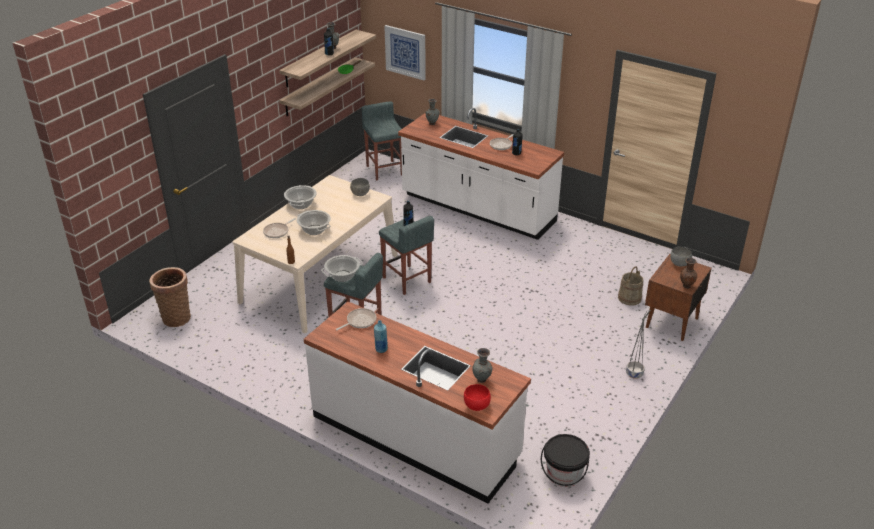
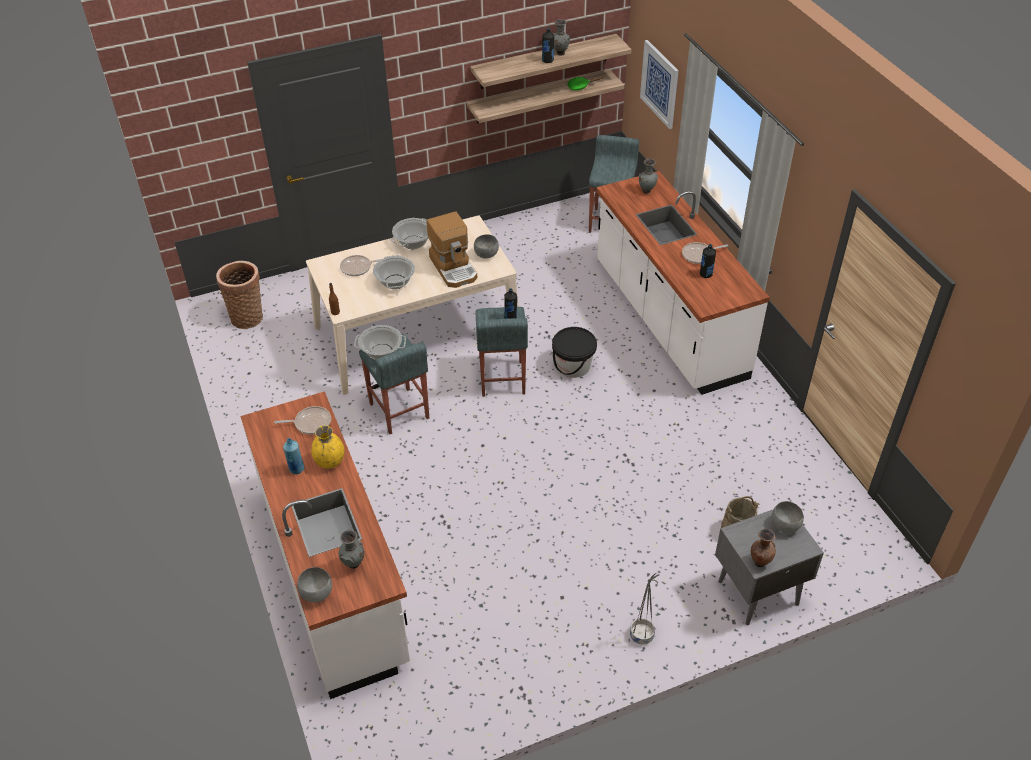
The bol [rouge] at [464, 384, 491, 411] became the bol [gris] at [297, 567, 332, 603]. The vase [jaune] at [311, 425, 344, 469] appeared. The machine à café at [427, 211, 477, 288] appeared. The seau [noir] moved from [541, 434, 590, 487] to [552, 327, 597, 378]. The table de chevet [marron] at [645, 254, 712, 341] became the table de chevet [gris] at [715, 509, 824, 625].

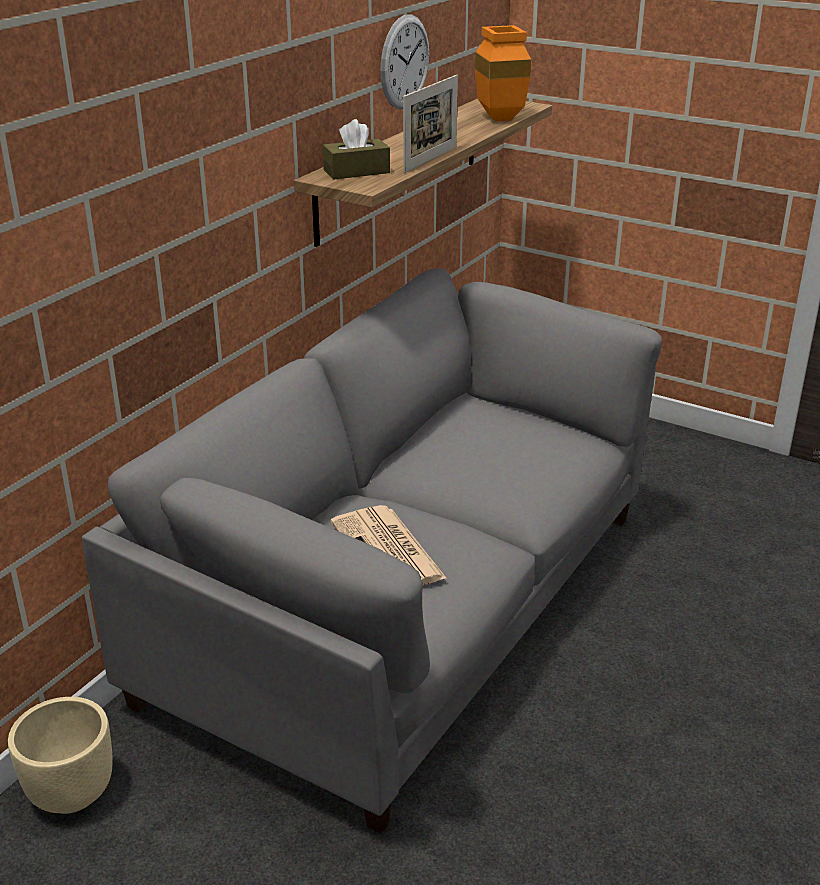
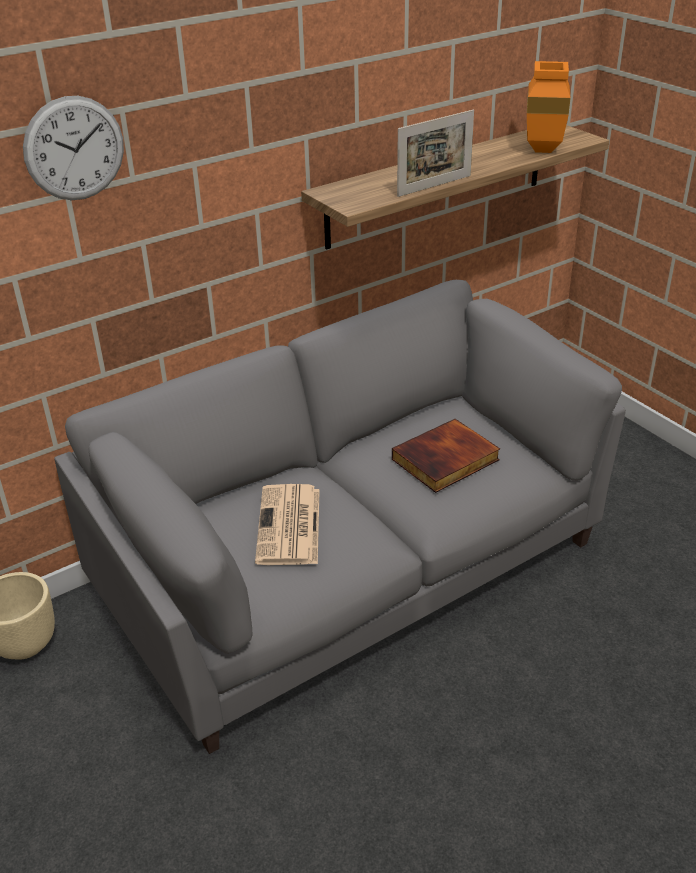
The horloge murale moved from [380, 14, 429, 109] to [23, 96, 124, 200]. The livre at [392, 419, 500, 493] appeared. The boîte à mouchoirs [marron] at [323, 119, 390, 180] disappeared.

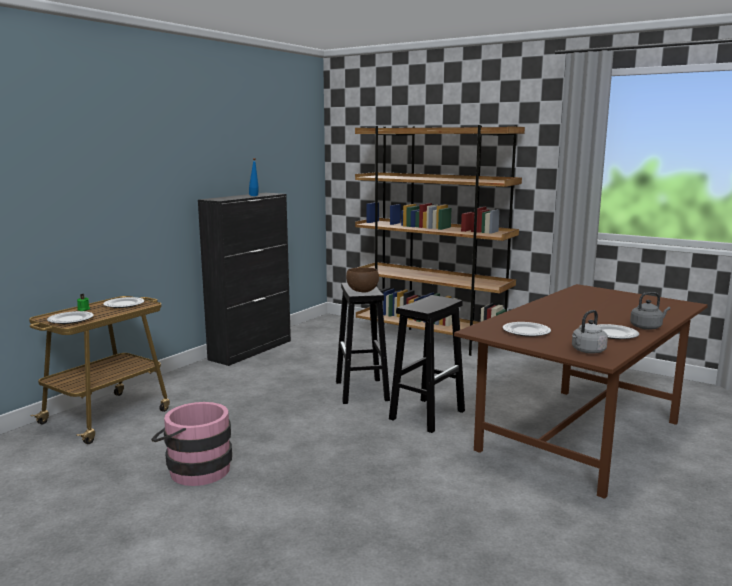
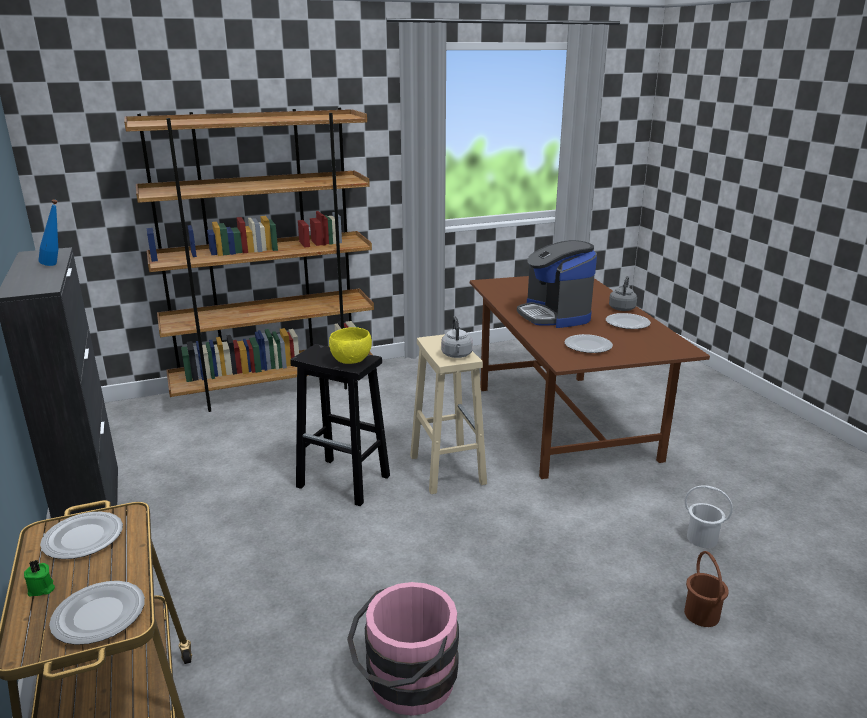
The bol [marron] at [346, 268, 379, 292] became the bol [jaune] at [329, 327, 372, 364]. The tabouret [noir] at [389, 295, 465, 433] became the tabouret [beige] at [410, 334, 487, 494]. The bouilloire [gris] moved from [572, 310, 608, 354] to [441, 316, 473, 358]. The machine à café at [517, 240, 597, 328] appeared. The seau [marron] at [684, 551, 729, 627] appeared. The seau [blanc] at [685, 485, 733, 548] appeared.

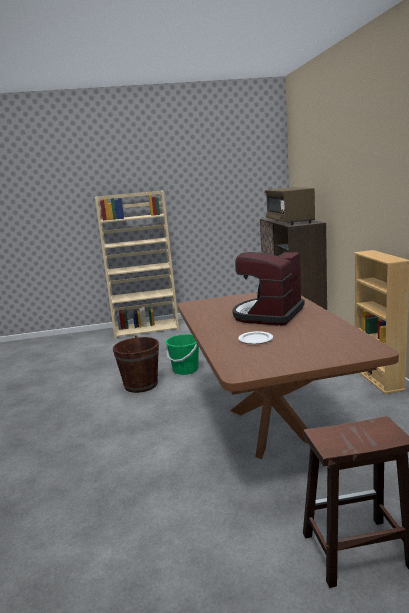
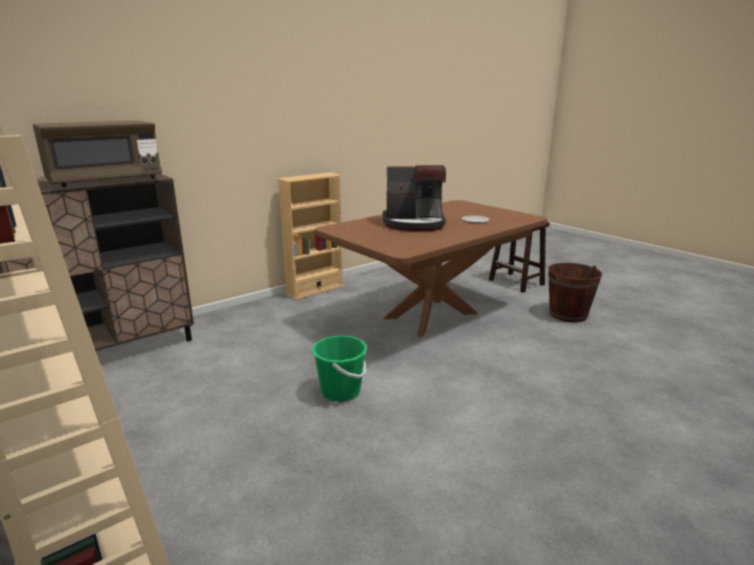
The seau [marron] moved from [113, 336, 159, 393] to [548, 263, 602, 322].

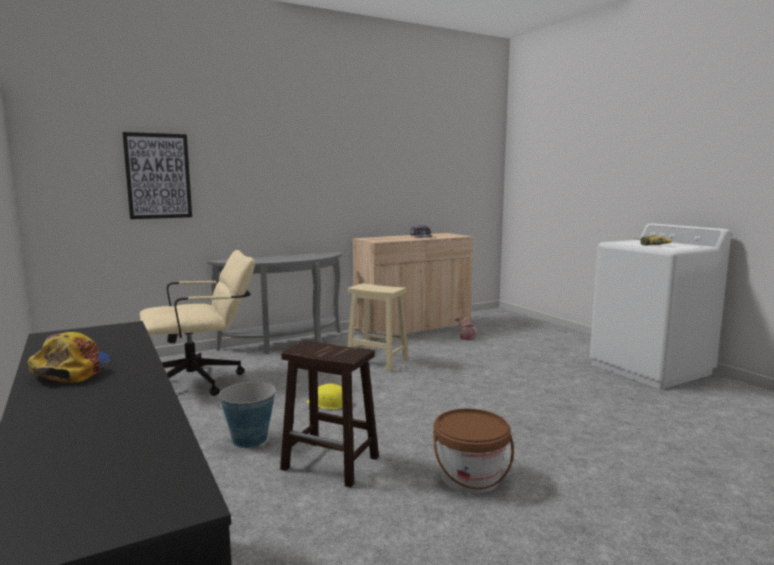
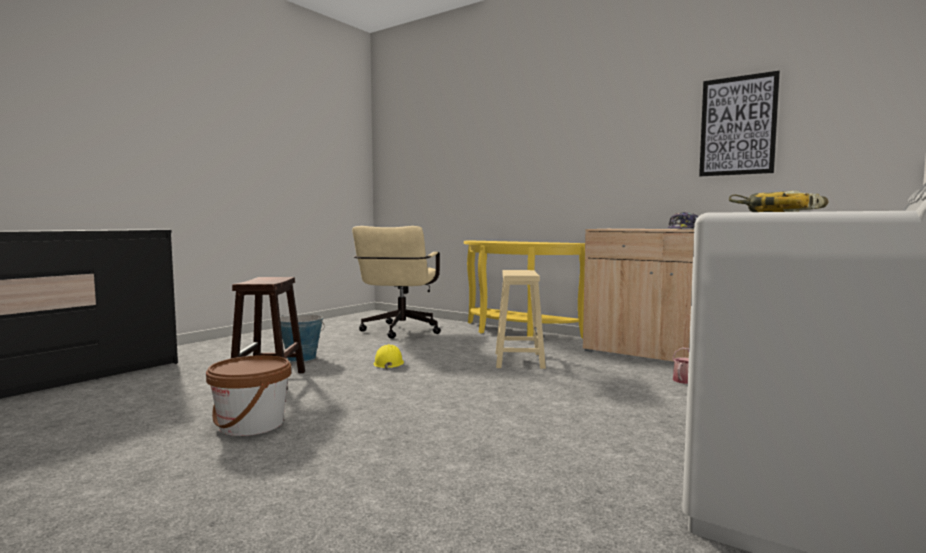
The chaise de bureau [beige] at [140, 250, 255, 396] turned 60 degrees clockwise. The table console [gris] at [207, 252, 342, 355] became the table console [jaune] at [464, 240, 585, 338]. The tableau moved from [122, 132, 192, 219] to [699, 71, 780, 176]. The casquette at [28, 332, 111, 383] disappeared.

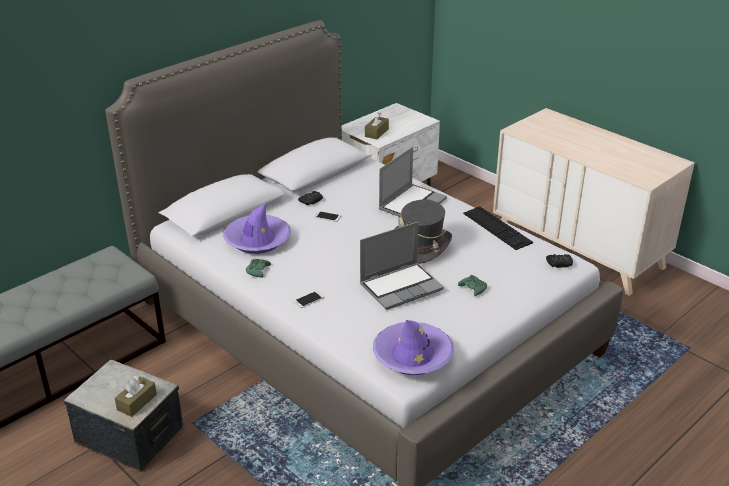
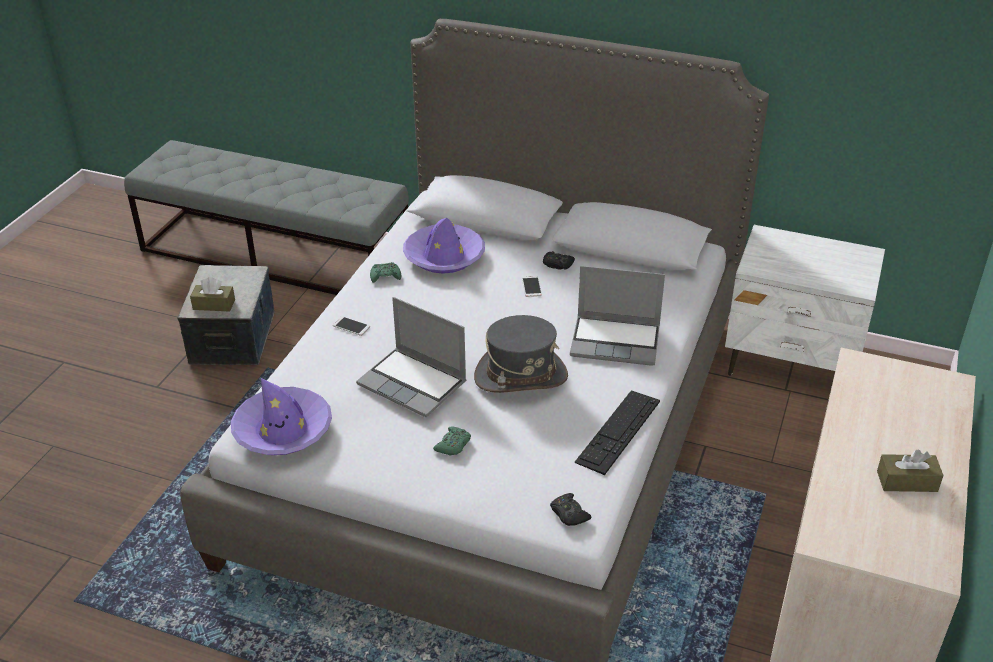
The boîte à mouchoirs [marron] moved from [365, 112, 389, 139] to [877, 449, 944, 492].

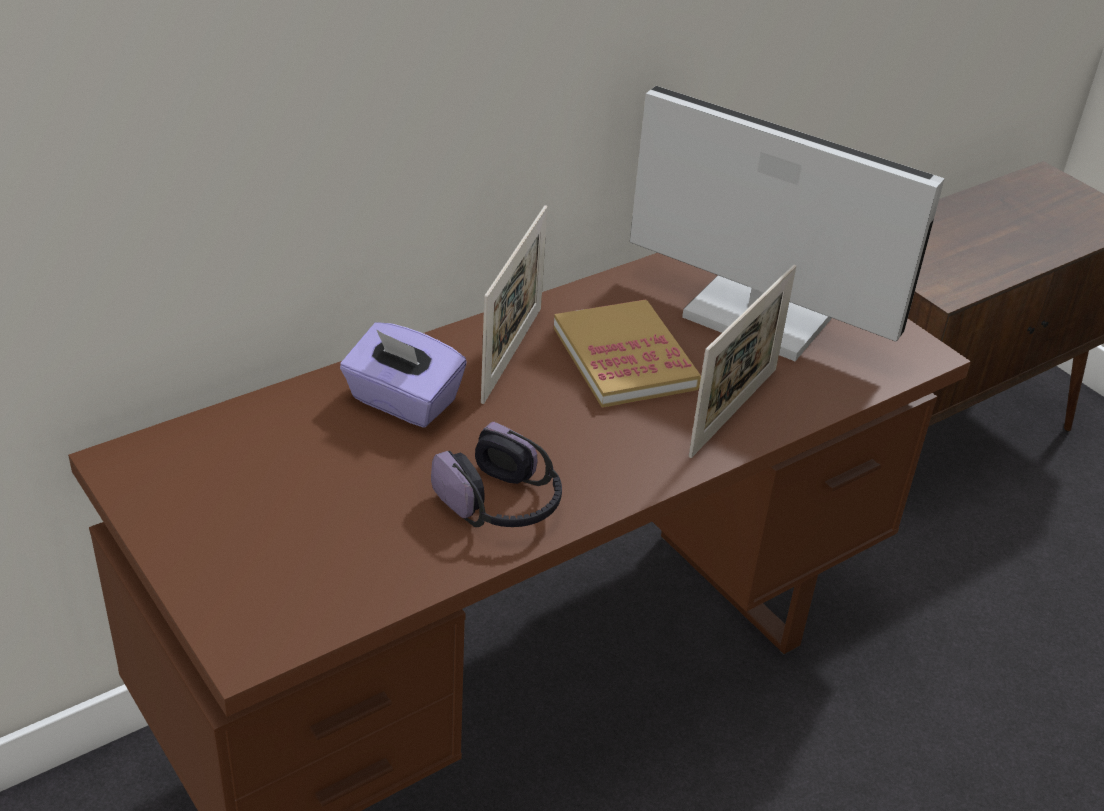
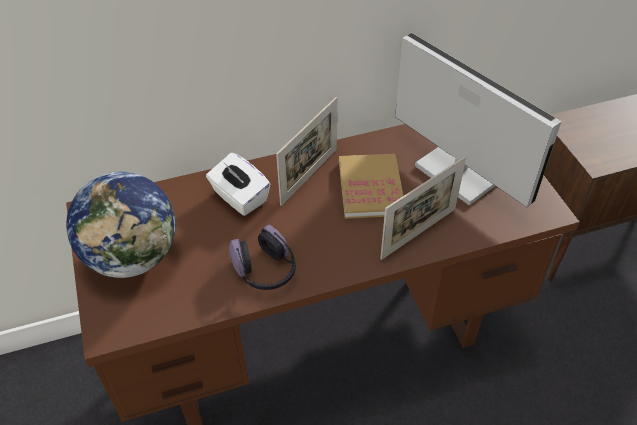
The globe at [66, 172, 176, 278] appeared. The boîte à mouchoirs [violet] at [340, 322, 467, 427] became the boîte à mouchoirs [blanc] at [206, 153, 270, 216].

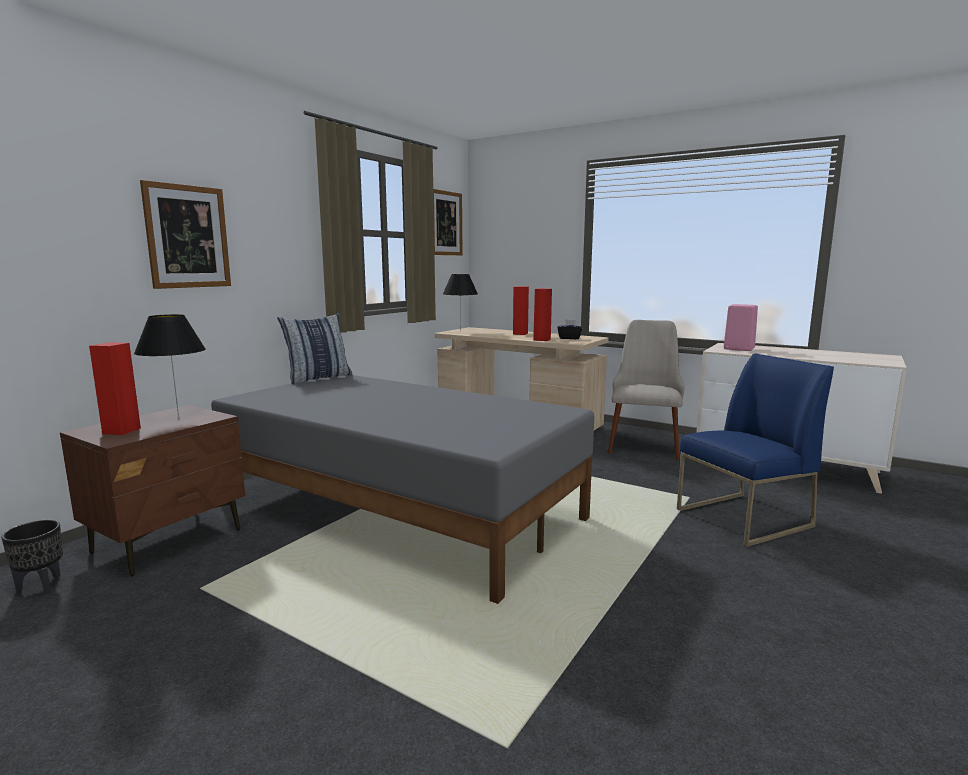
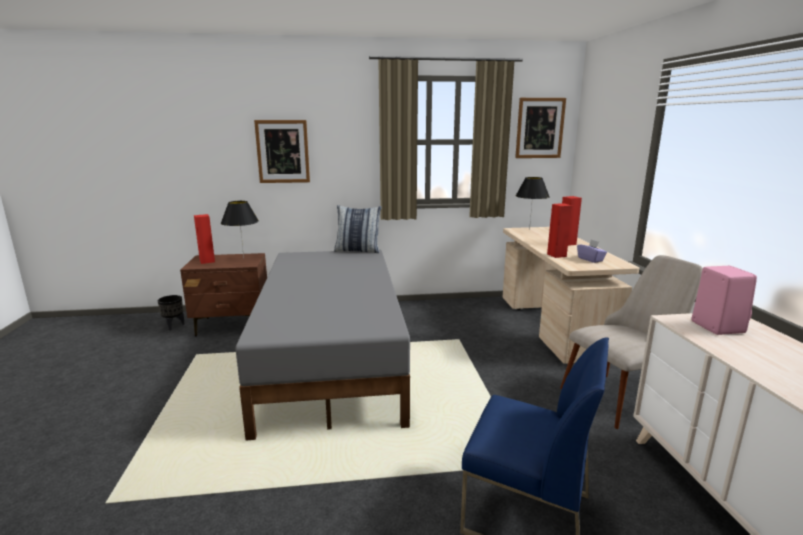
The boîte à mouchoirs [noir] at [557, 320, 582, 339] became the boîte à mouchoirs [violet] at [577, 239, 607, 263].

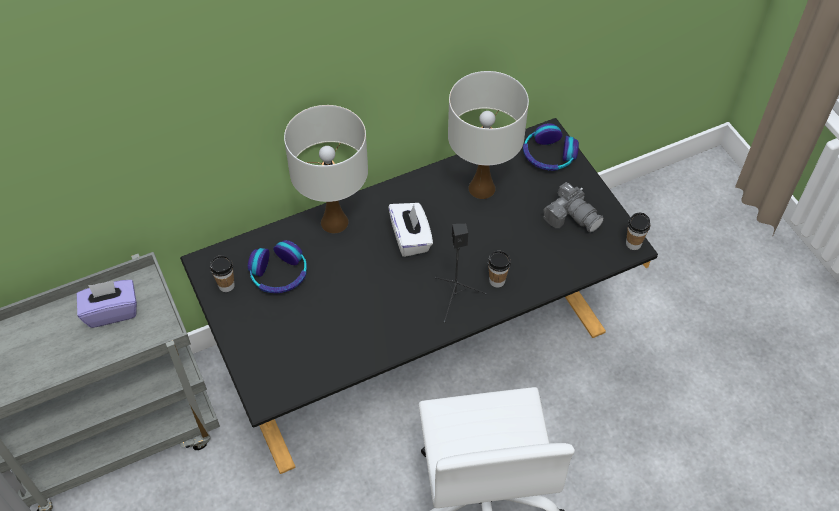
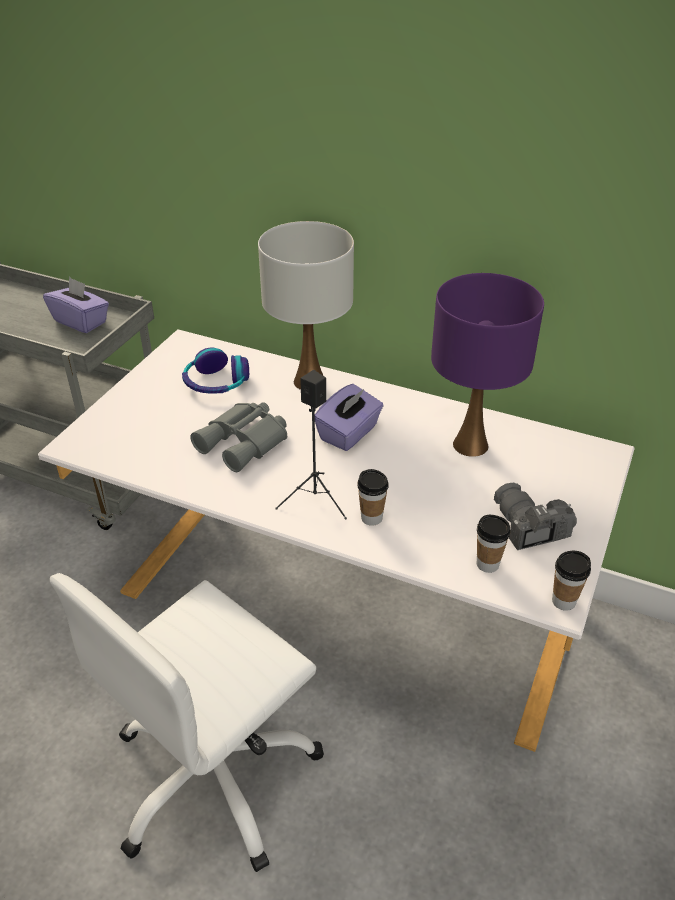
The bureau [noir] at [180, 118, 658, 474] became the bureau [blanc] at [38, 329, 635, 752]. The jumelles [gris] at [190, 402, 287, 472] appeared. The boîte à mouchoirs [blanc] at [388, 203, 433, 257] became the boîte à mouchoirs [violet] at [315, 384, 384, 451]. The lampe de table [blanc] at [448, 71, 529, 199] became the lampe de table [violet] at [431, 273, 544, 457]. The tasse moved from [210, 255, 235, 292] to [477, 515, 511, 573]. The appareil photo at [543, 182, 604, 233] turned 150 degrees clockwise. The casque audio at [523, 123, 579, 171] disappeared.

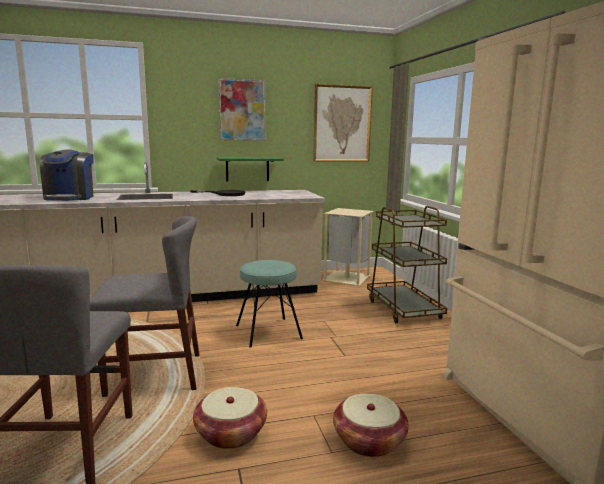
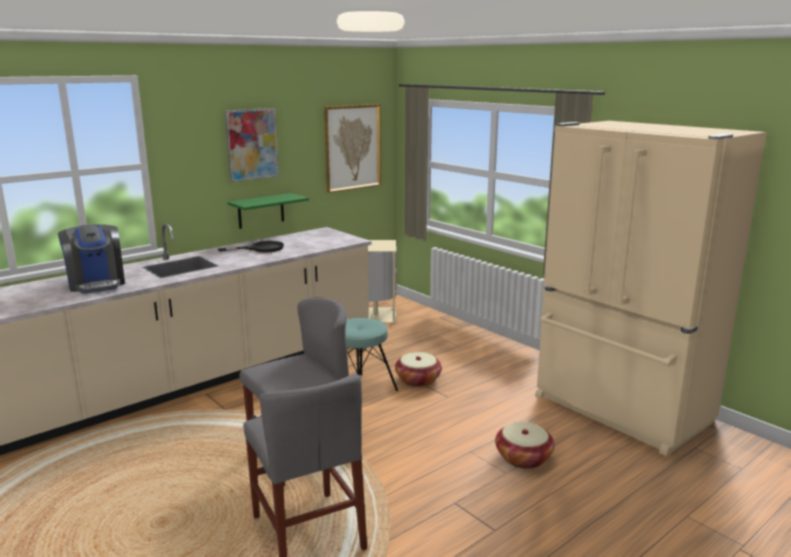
The panier moved from [193, 387, 267, 449] to [395, 352, 442, 387]. The chariot [marron] at [367, 206, 447, 323] disappeared.

